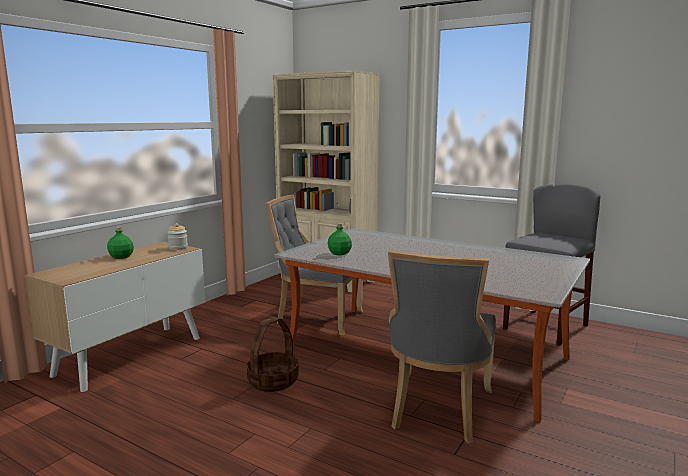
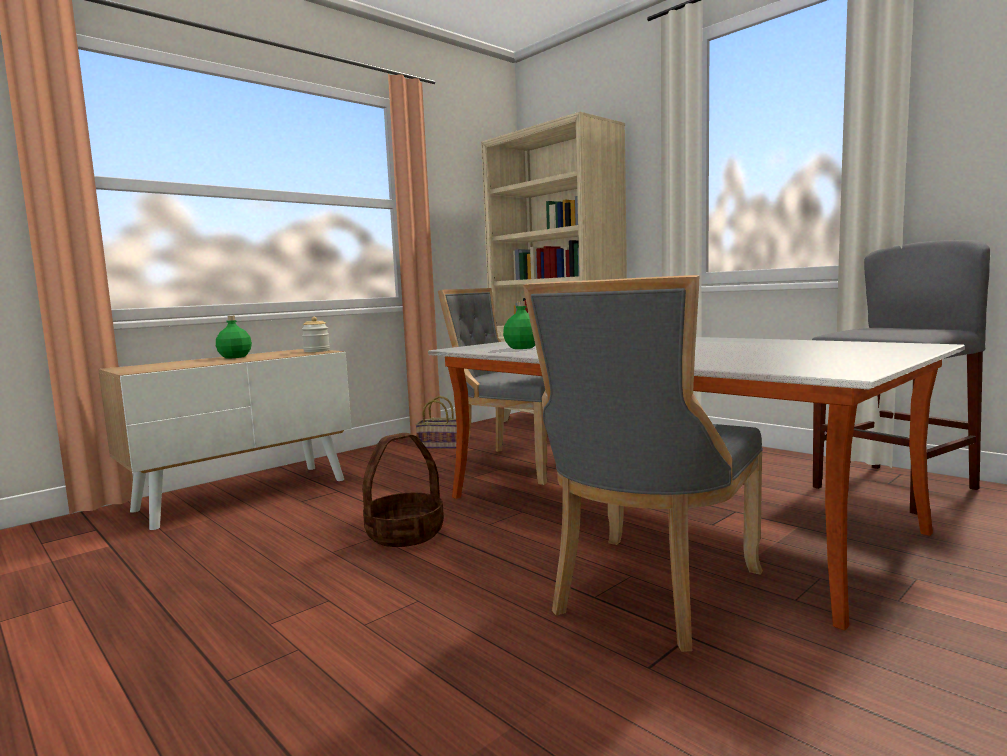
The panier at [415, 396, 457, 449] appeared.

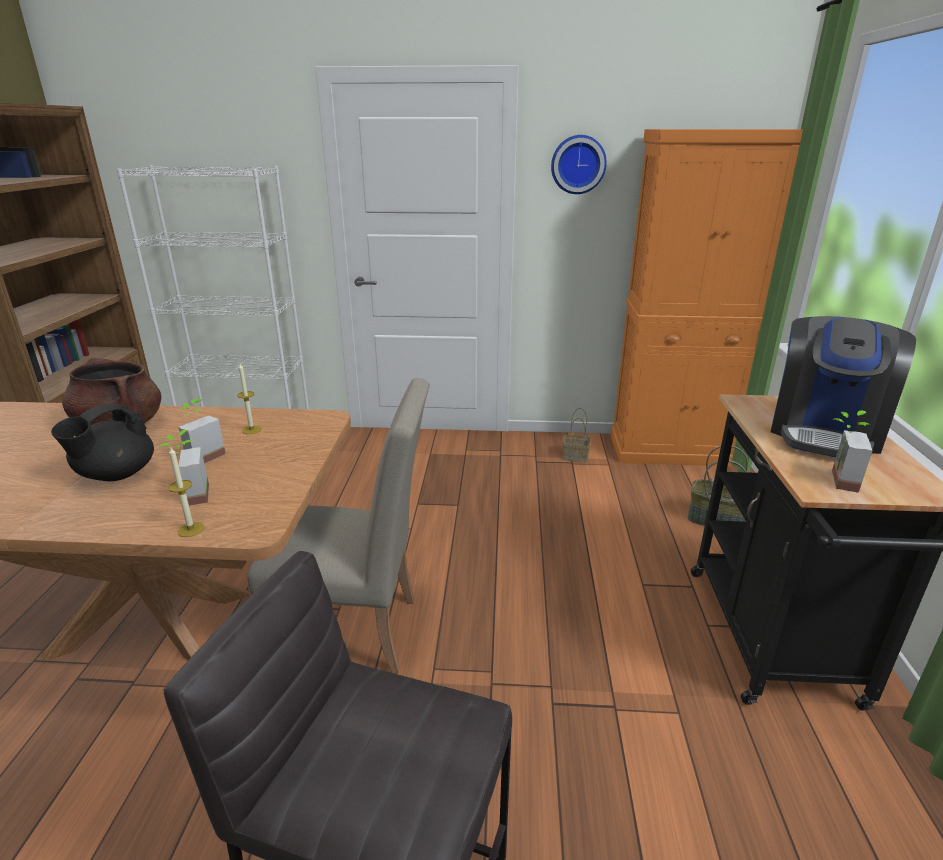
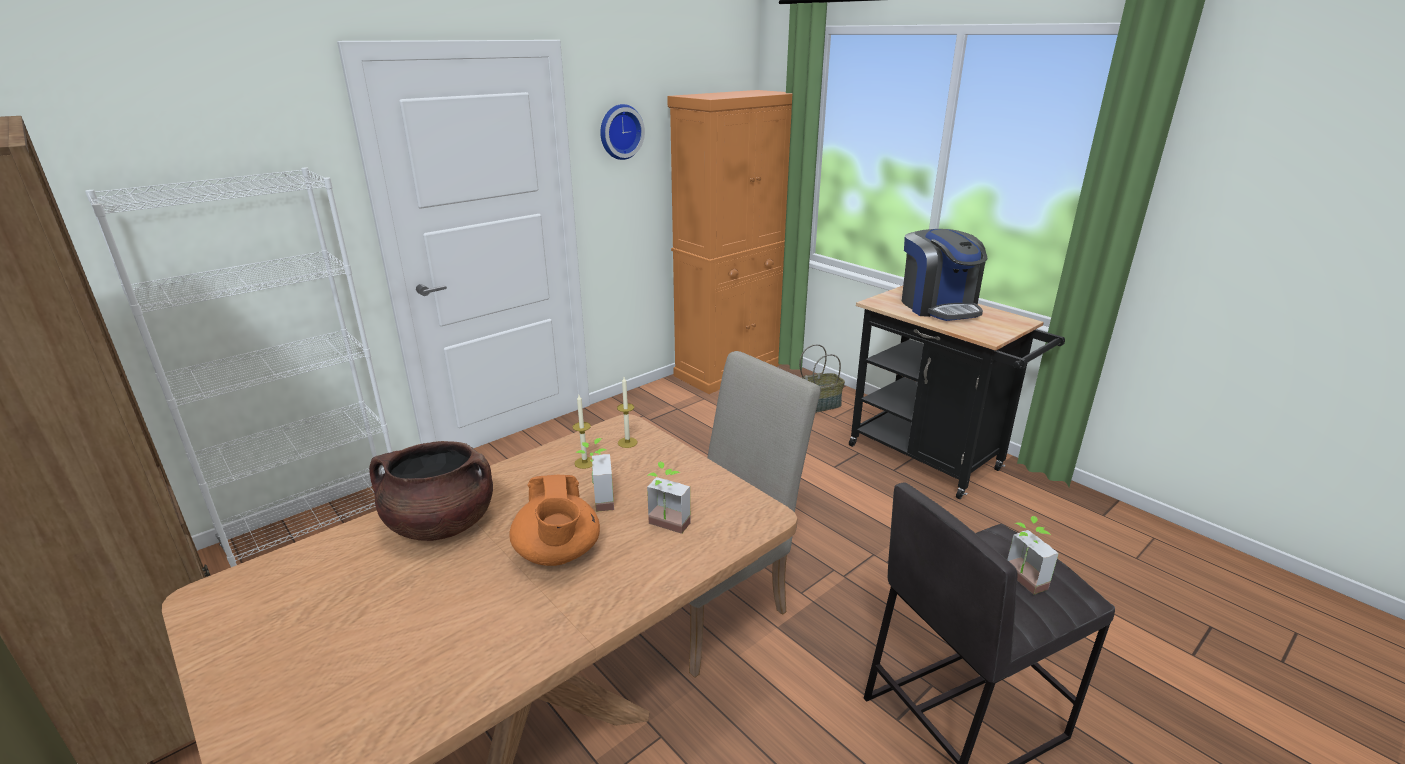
The théière [noir] at [51, 403, 154, 482] became the théière [orange] at [509, 475, 600, 566]. The bougie moved from [168, 446, 205, 537] to [617, 377, 637, 448]. The plante en pot moved from [832, 411, 872, 493] to [1007, 516, 1059, 595]. The panier at [563, 408, 591, 462] disappeared.

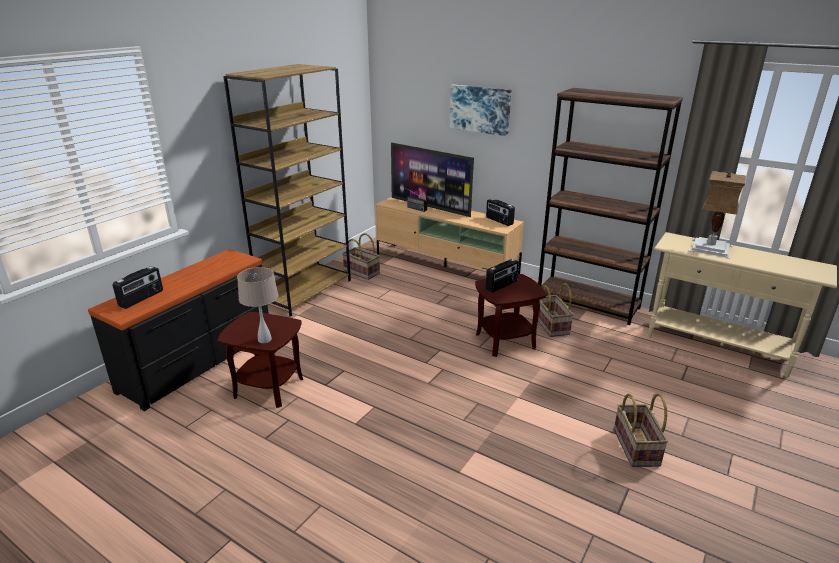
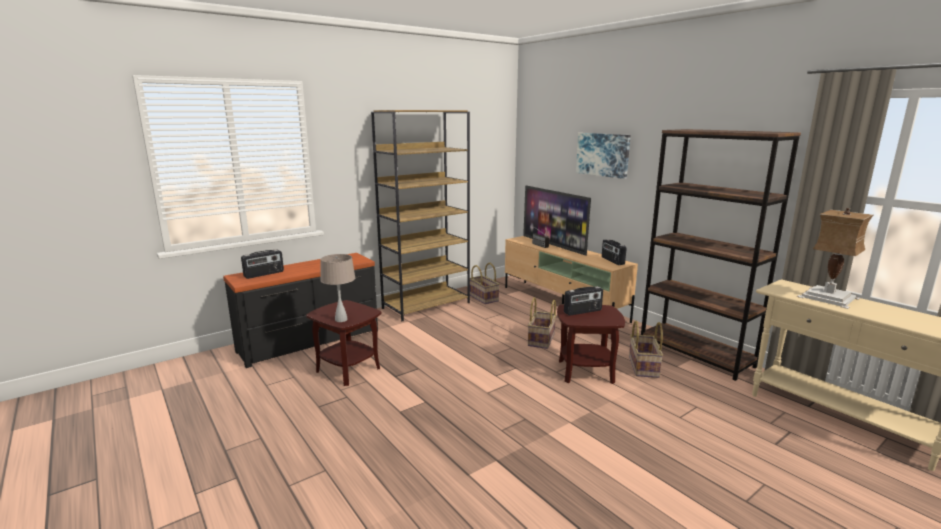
The panier moved from [614, 393, 668, 467] to [528, 297, 556, 349].

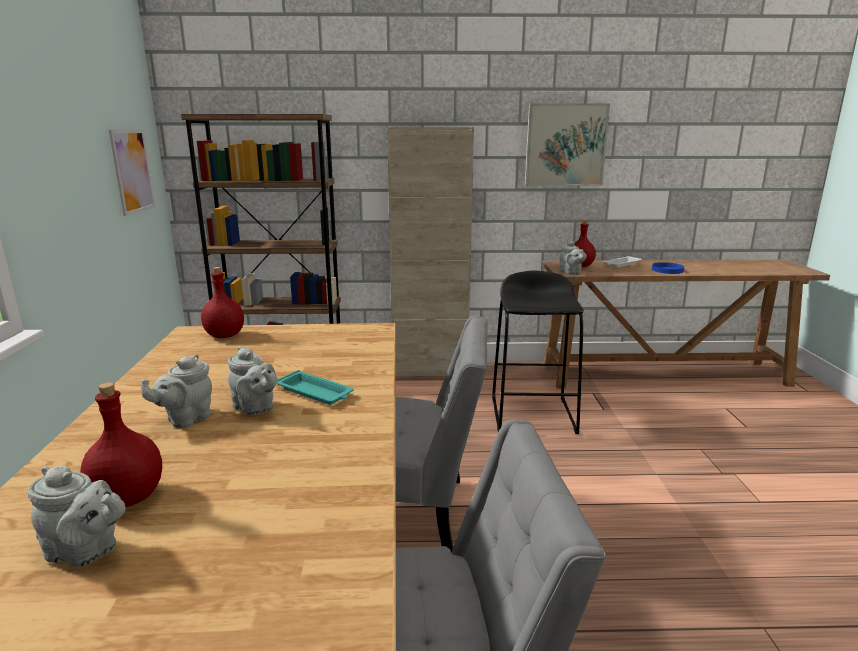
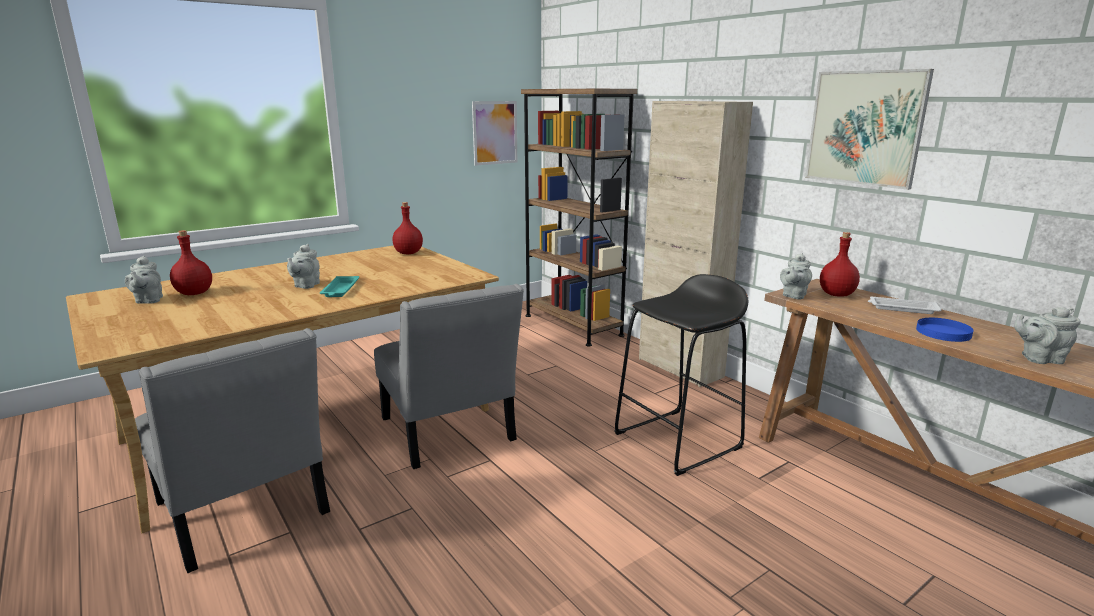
The théière [gris] moved from [141, 354, 212, 428] to [1014, 307, 1081, 364].

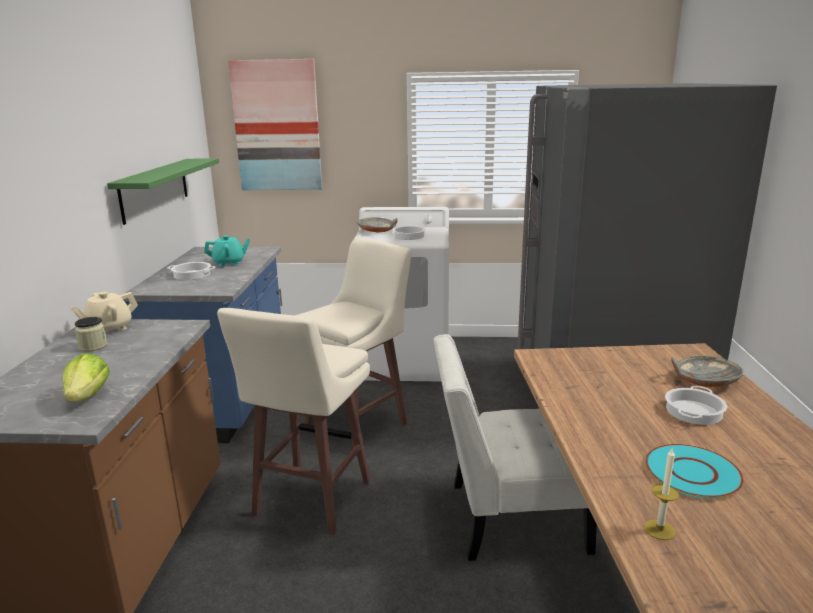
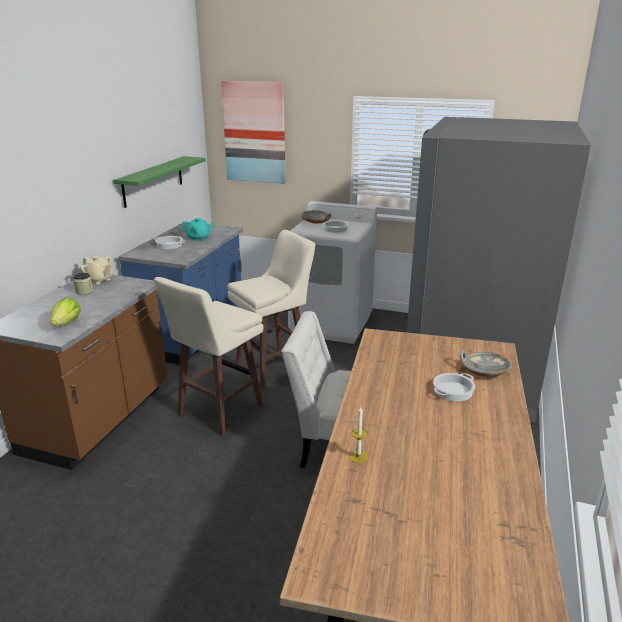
The théière [beige] at [70, 292, 138, 334] turned 120 degrees counterclockwise. The assiette [turquoise] at [645, 444, 744, 499] disappeared.

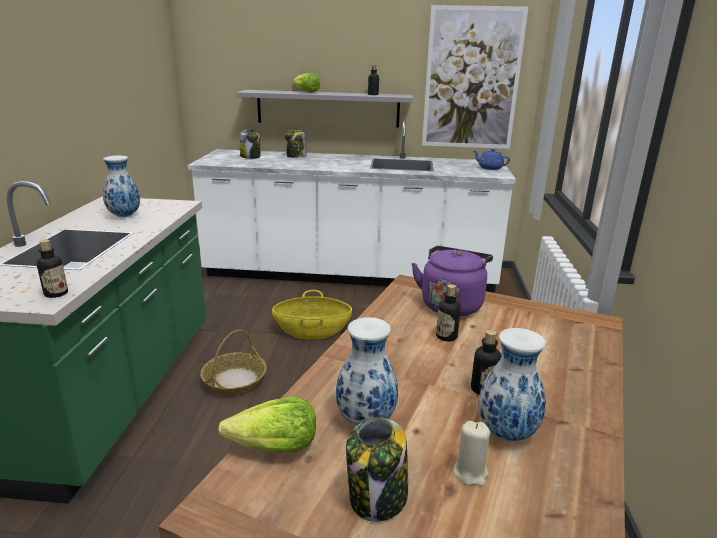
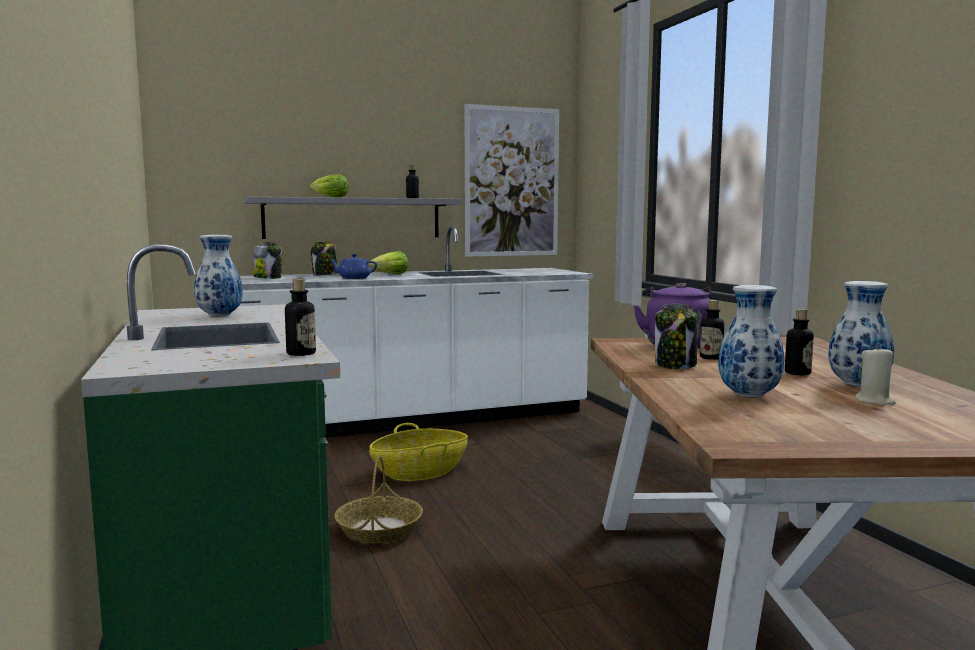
The théière [bleu] moved from [472, 149, 510, 170] to [329, 254, 377, 279]. The laitue moved from [218, 397, 316, 452] to [369, 251, 408, 274]. The bocal moved from [346, 417, 408, 522] to [655, 304, 697, 369].

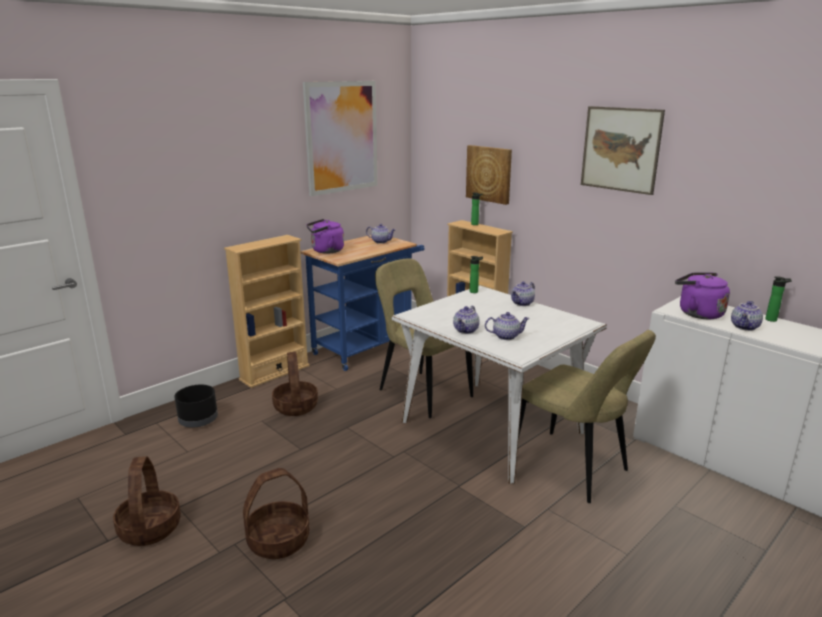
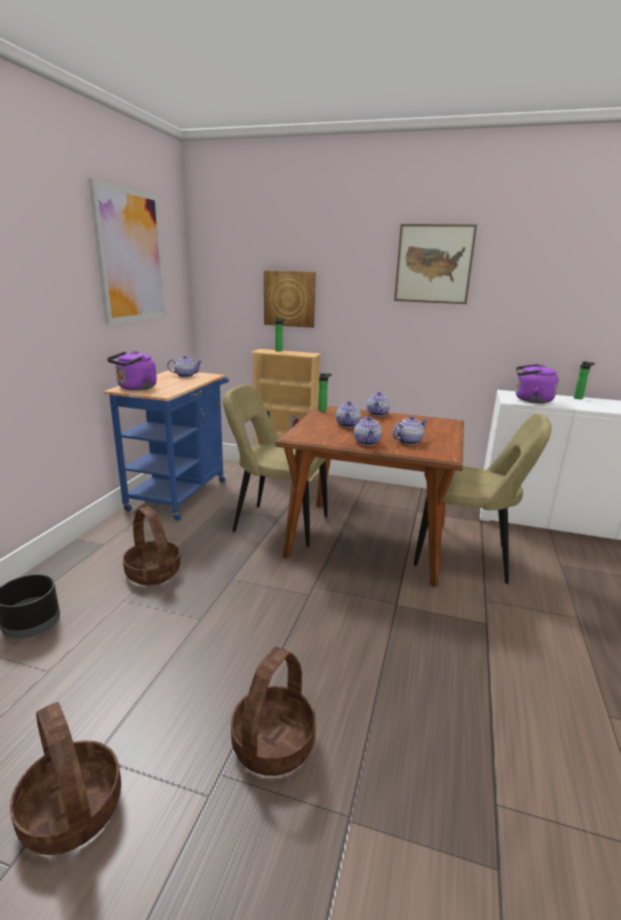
The table à manger [blanc] at [392, 285, 607, 484] became the table à manger [marron] at [276, 406, 464, 587]. The théière moved from [731, 301, 763, 331] to [336, 401, 361, 428]. The bibliothèque [beige] at [224, 235, 310, 388] disappeared.

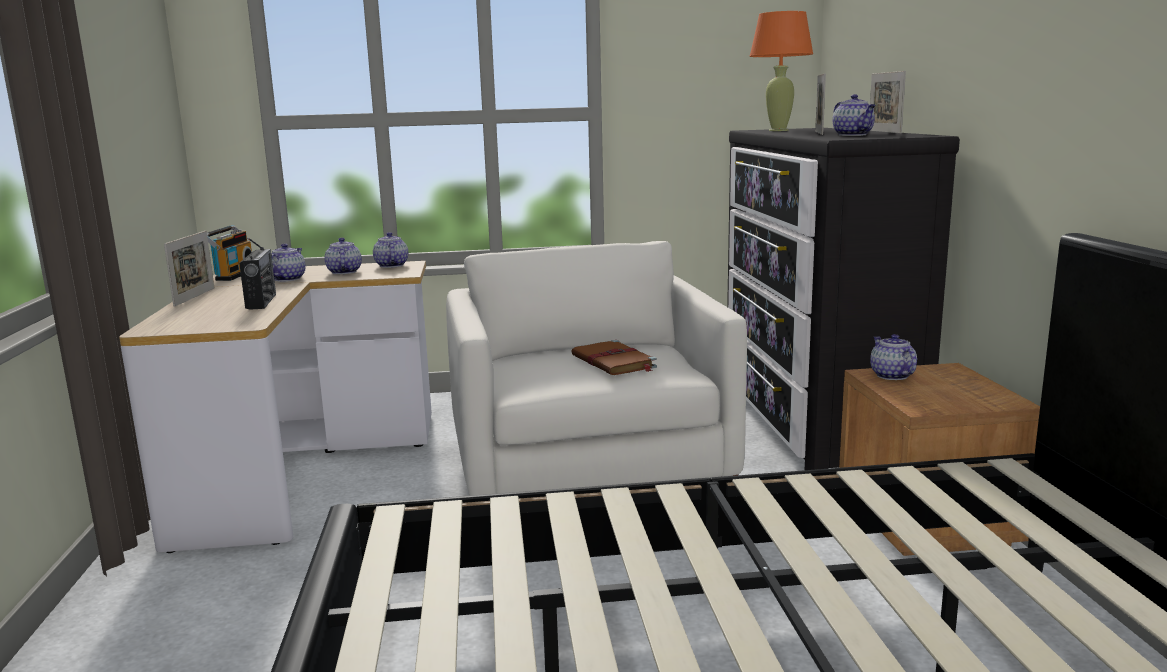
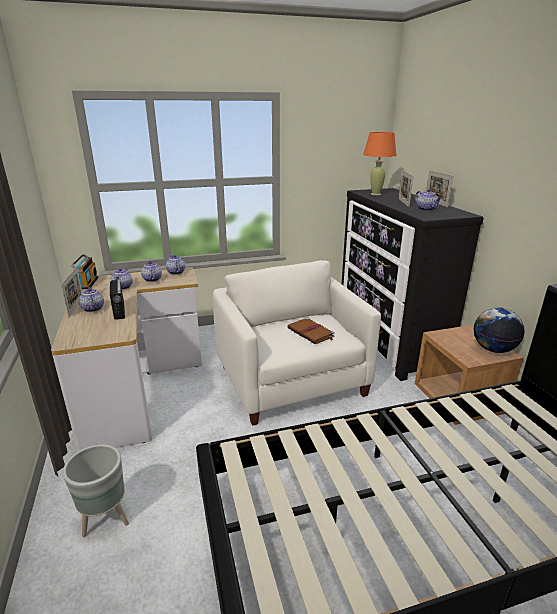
The cache-pot [gris] at [63, 444, 129, 537] appeared. The théière moved from [870, 334, 917, 380] to [79, 287, 104, 312]. The globe at [474, 308, 525, 353] appeared.

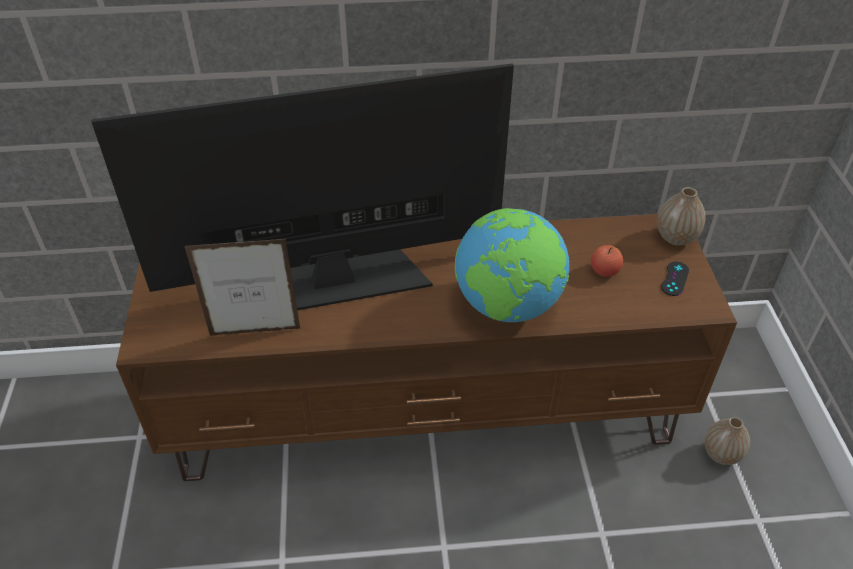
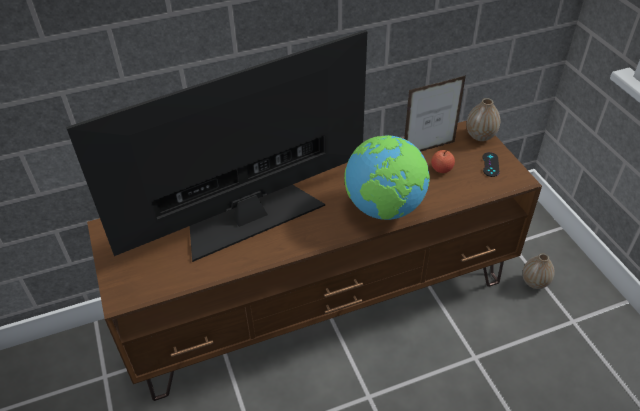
The cadre photo moved from [185, 239, 301, 336] to [404, 75, 466, 152].

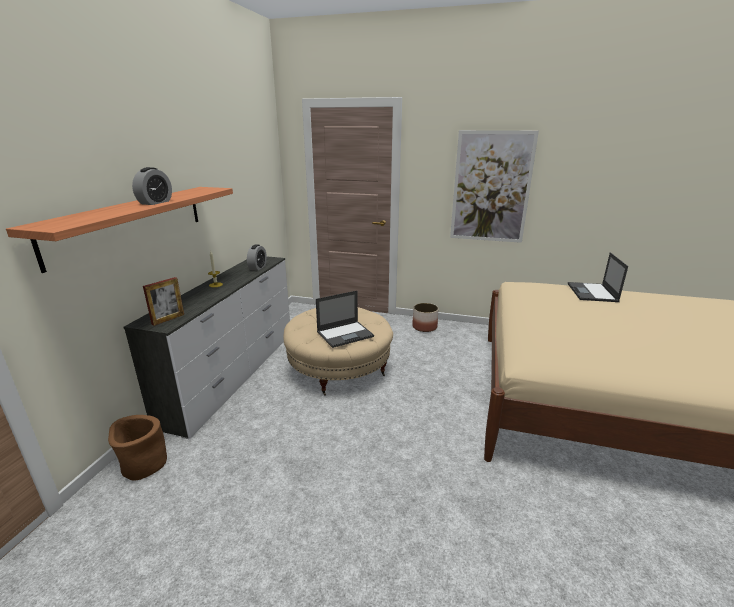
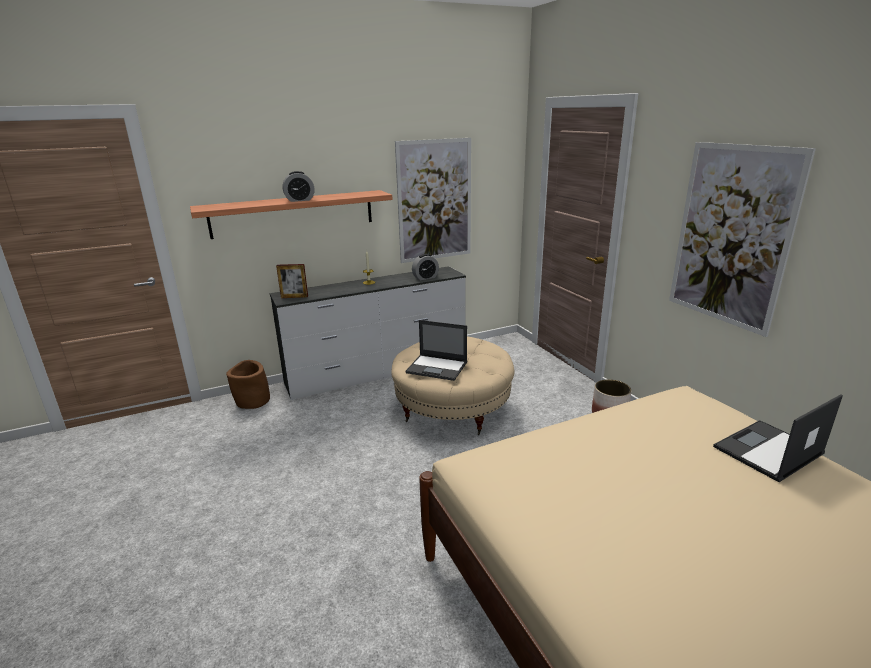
The tableau at [395, 138, 471, 263] appeared.

